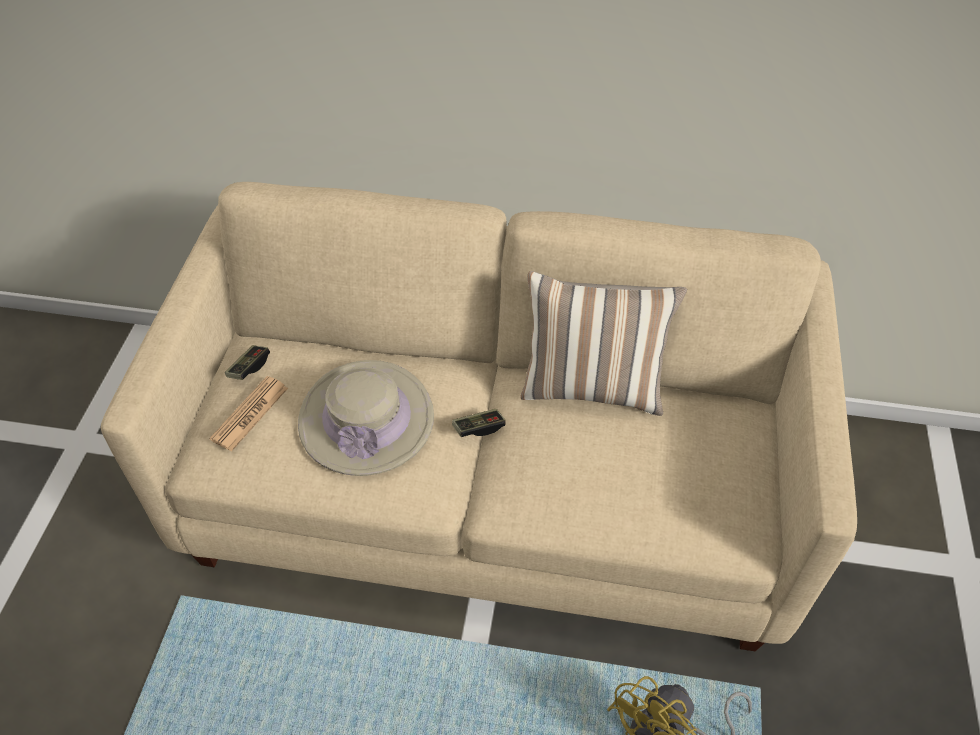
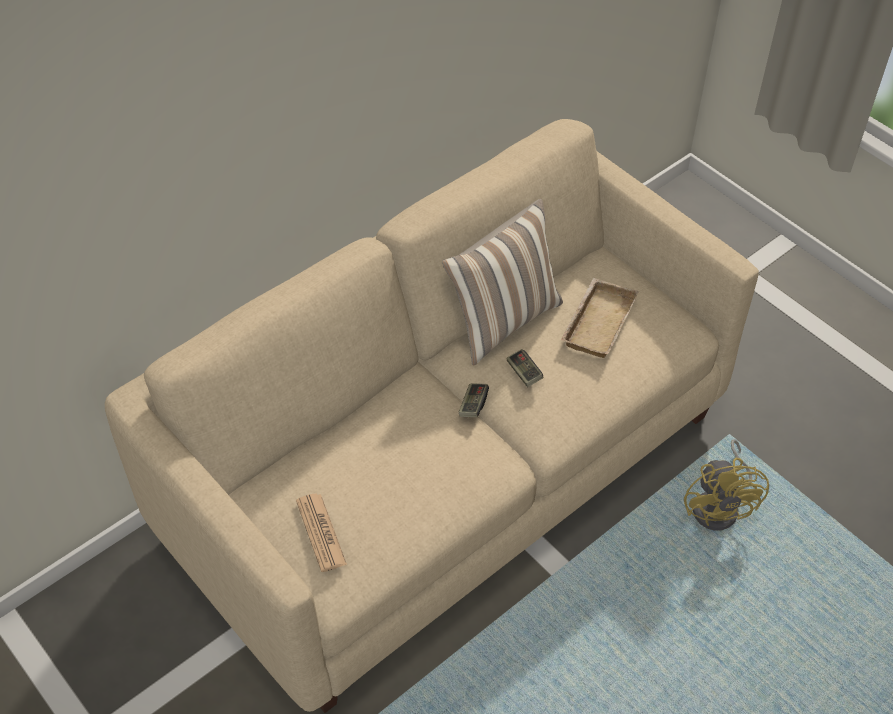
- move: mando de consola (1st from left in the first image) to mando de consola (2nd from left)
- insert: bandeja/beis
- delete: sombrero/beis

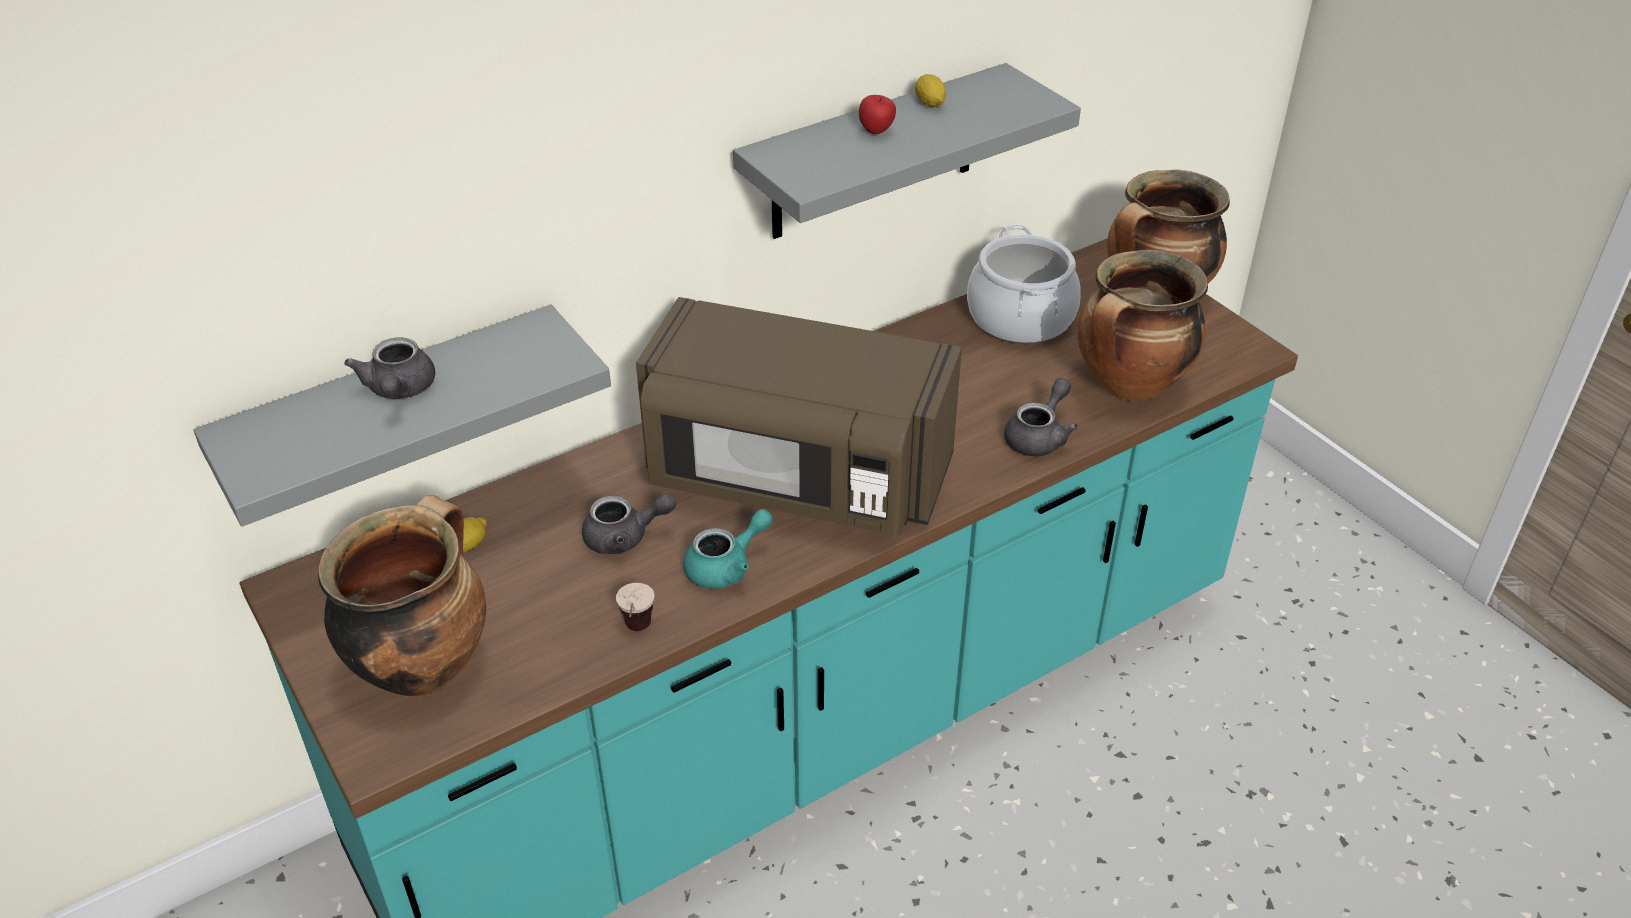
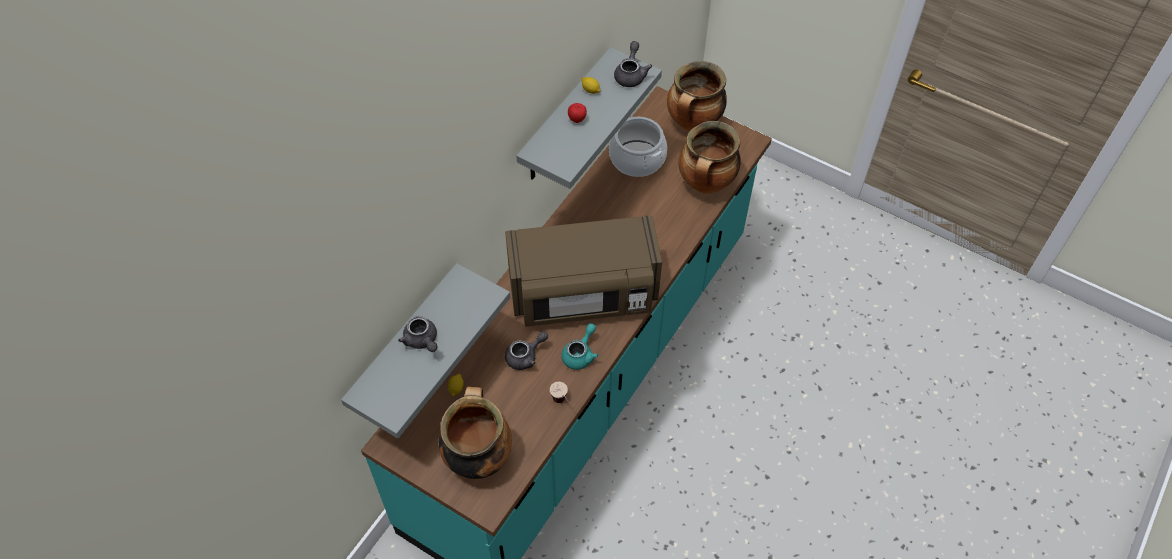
- move: tetera/gris (3rd from left)

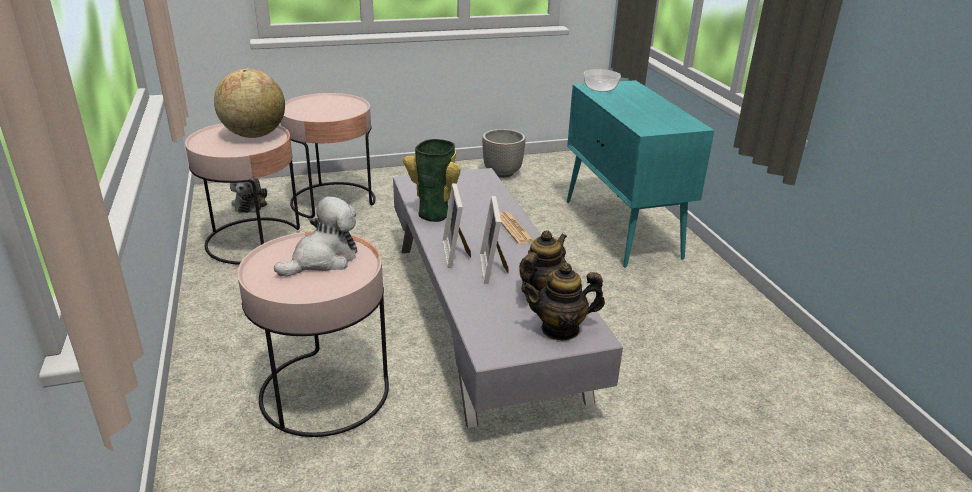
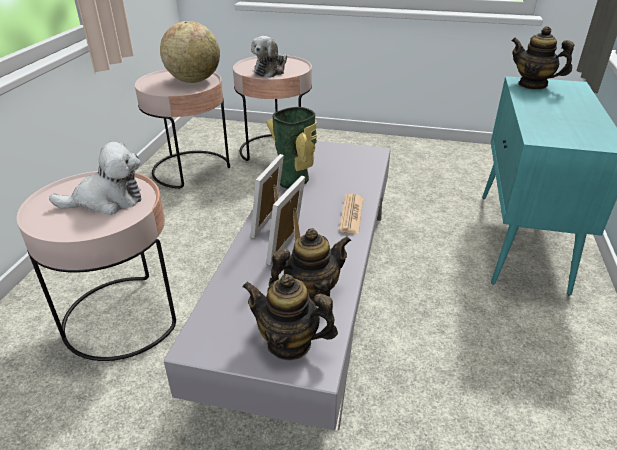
- move: peluche (1st from left in the first image) to peluche (2nd from left)
- replace: cuenco to tetera (3rd from left)
- delete: maceta

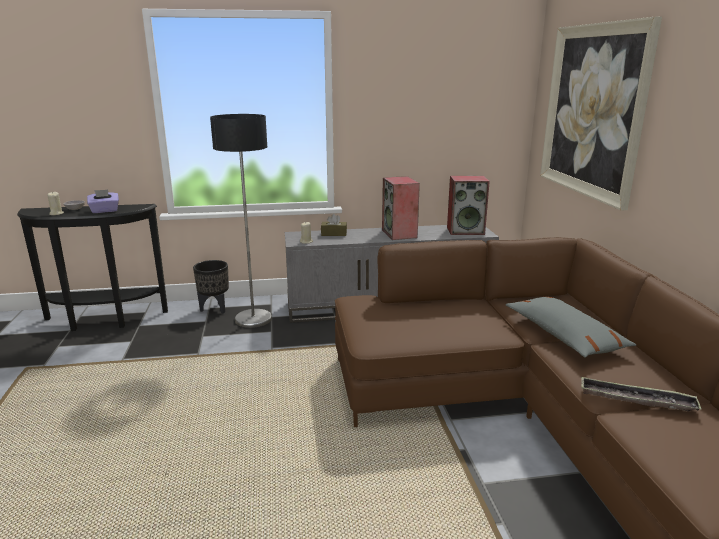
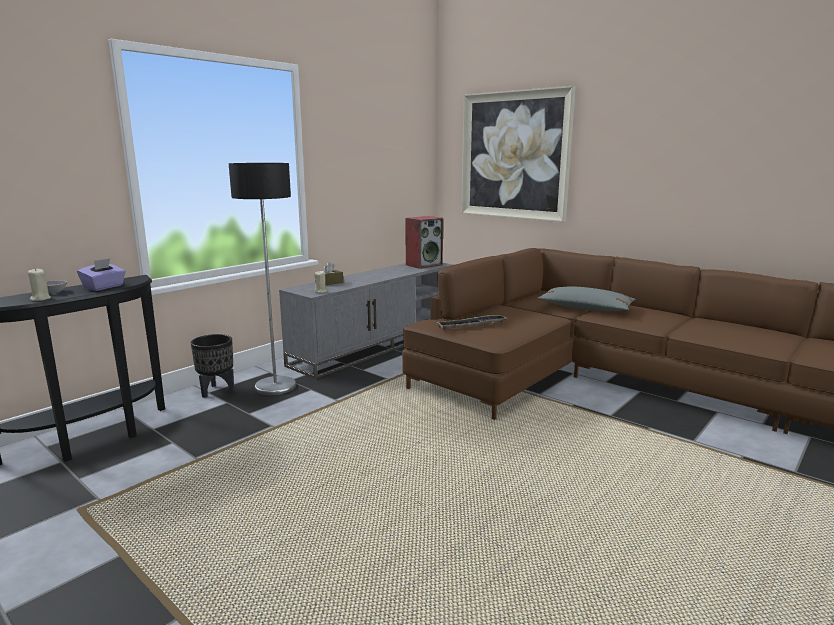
- move: bandeja
- delete: altavoz (1st from left)

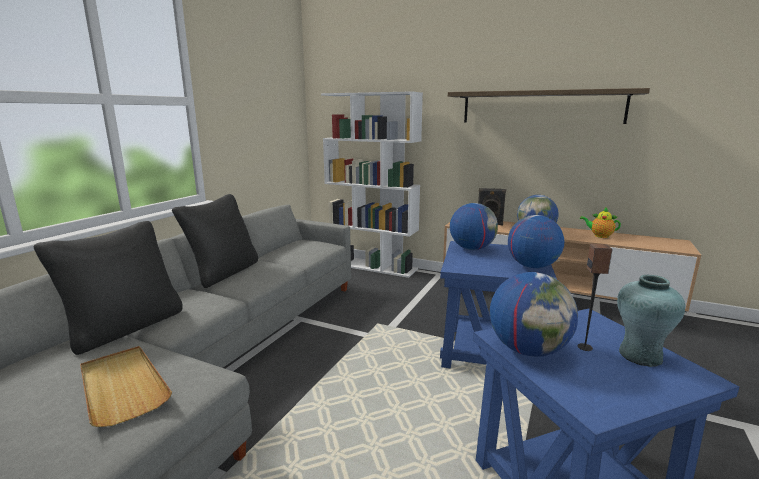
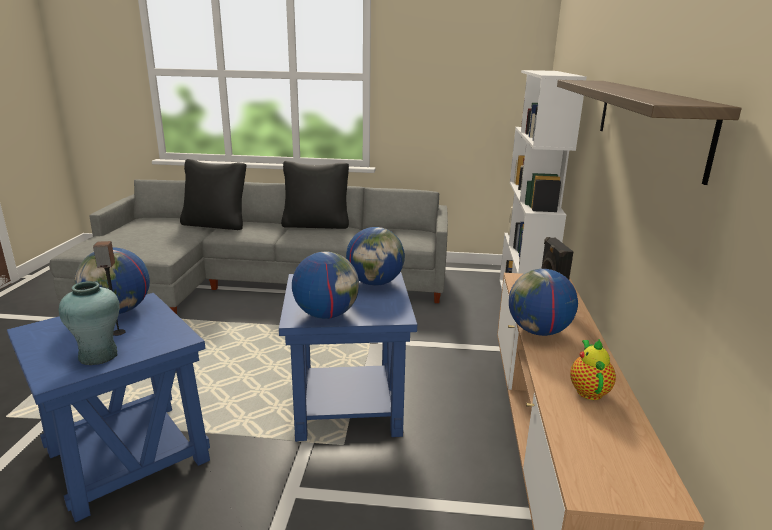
- delete: bandeja/beis

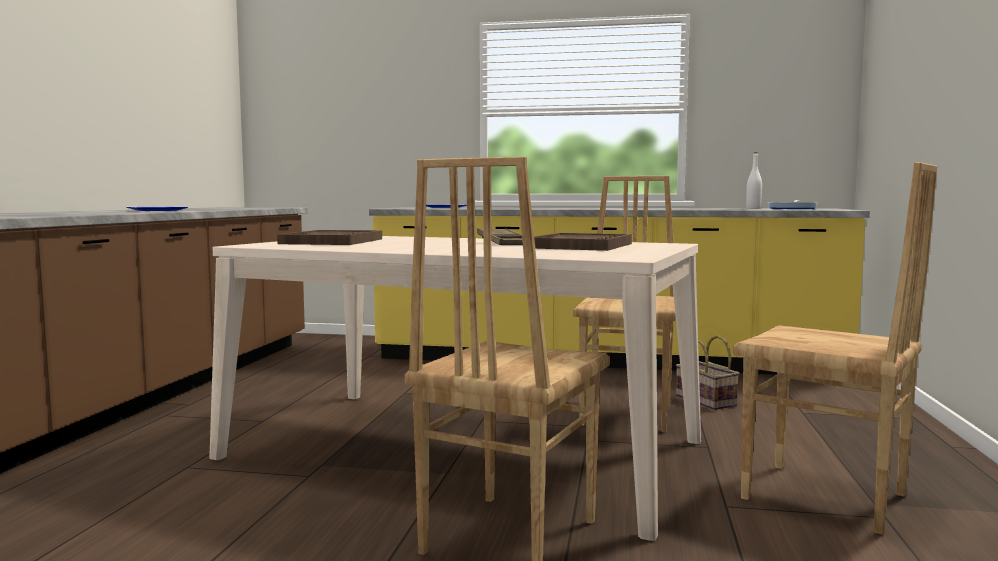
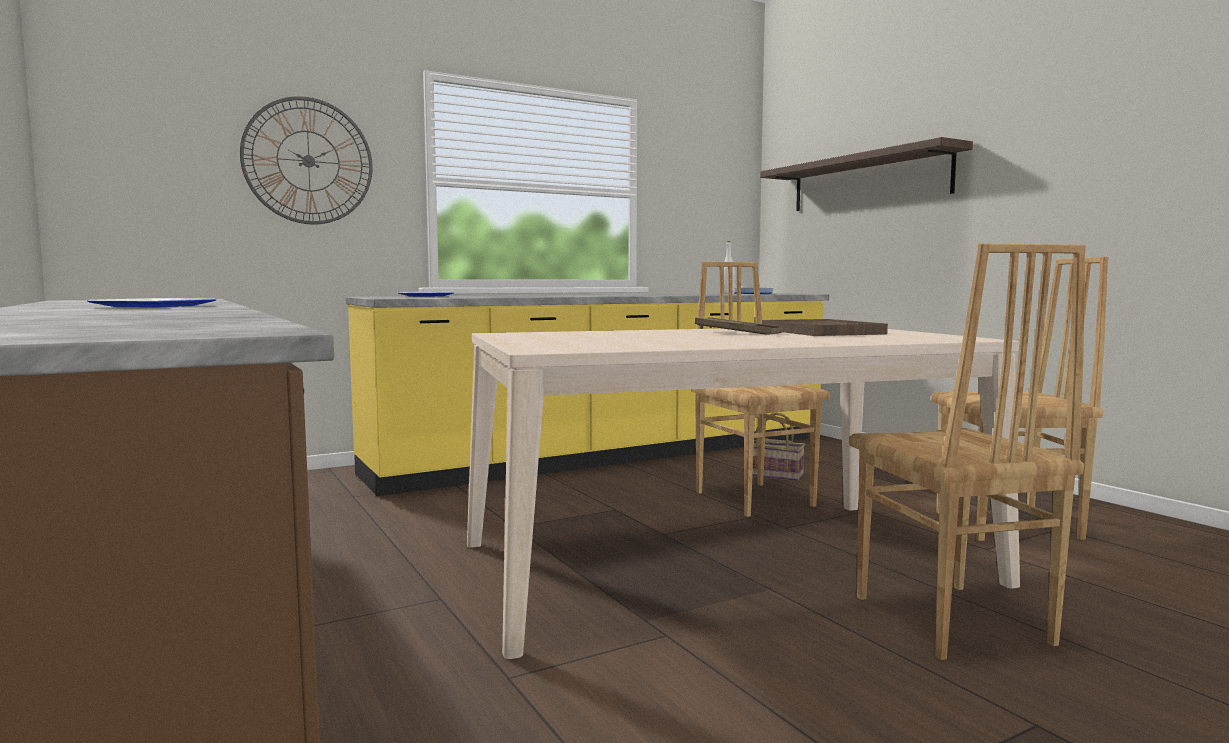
- insert: reloj de pared
- insert: estante
- delete: bandeja/marrón (1st from left)

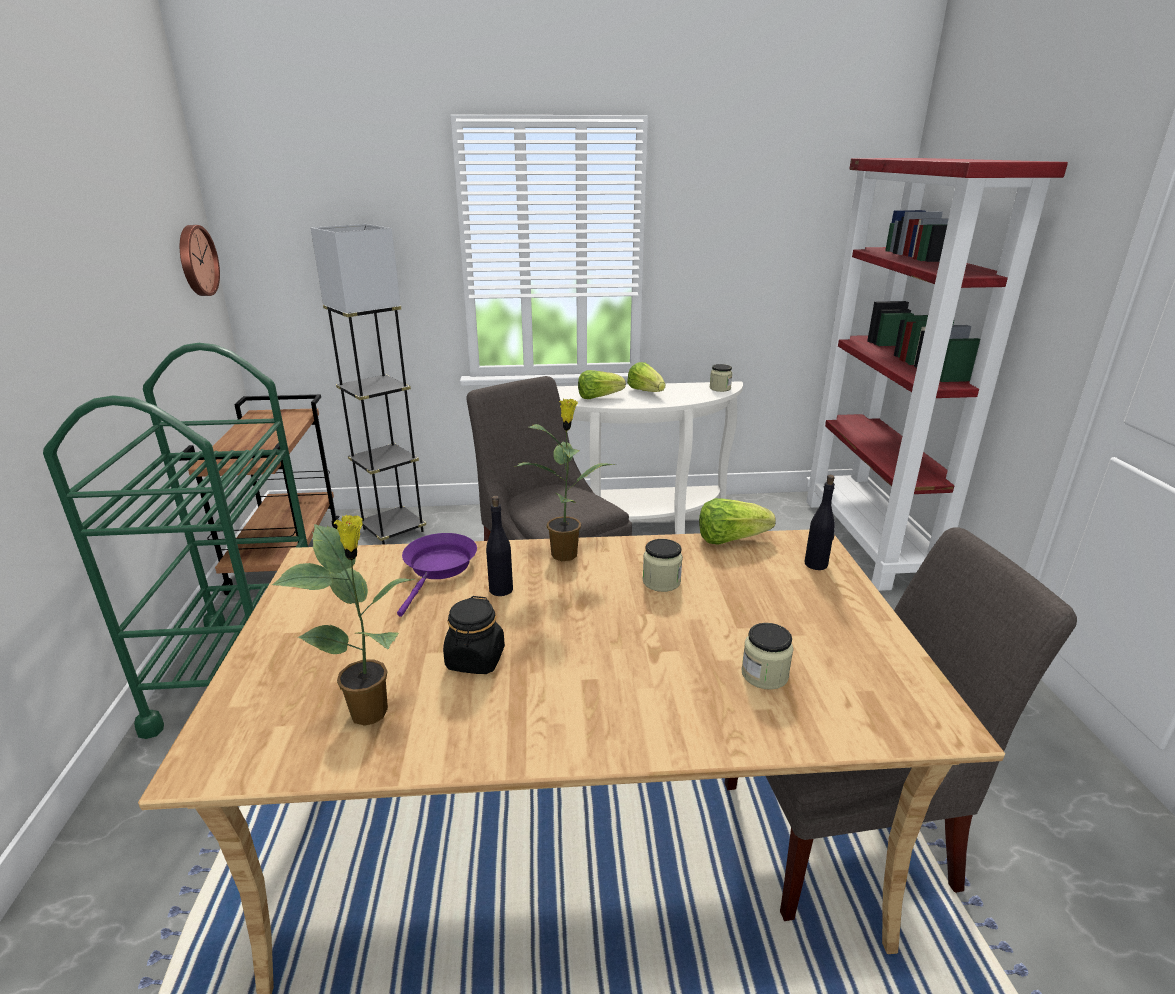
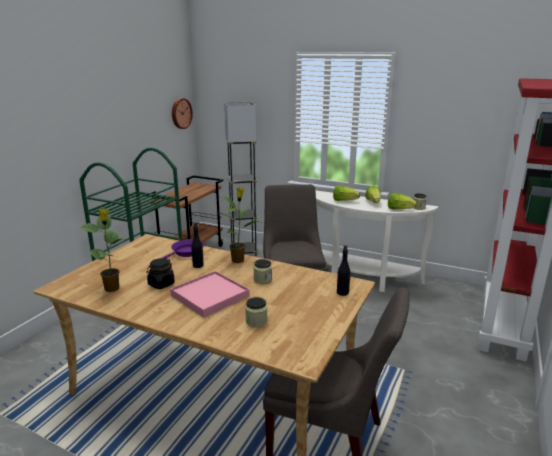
- insert: bandeja/rosa
- move: lechuga (3rd from left)

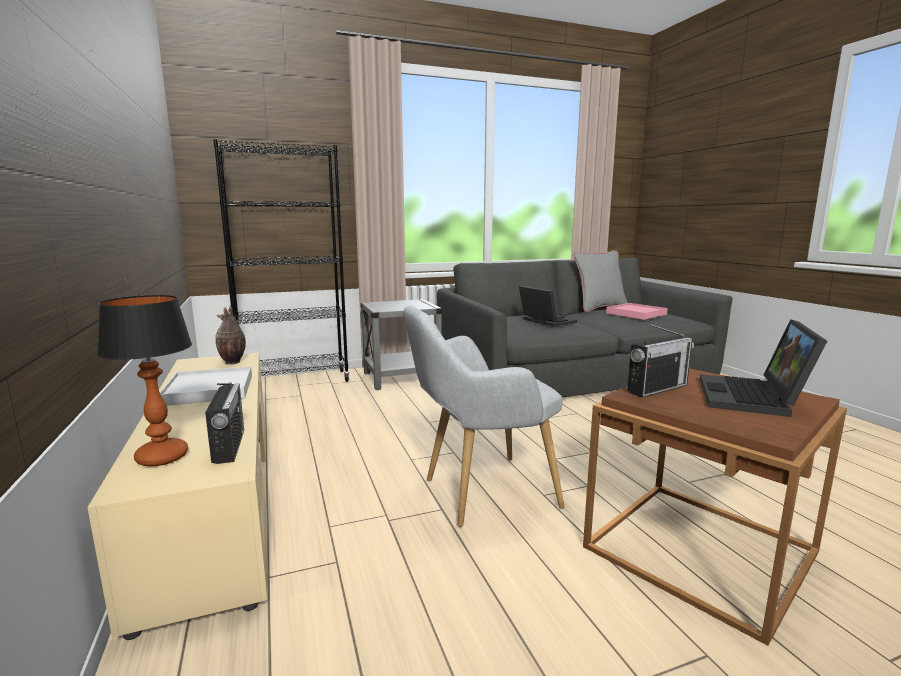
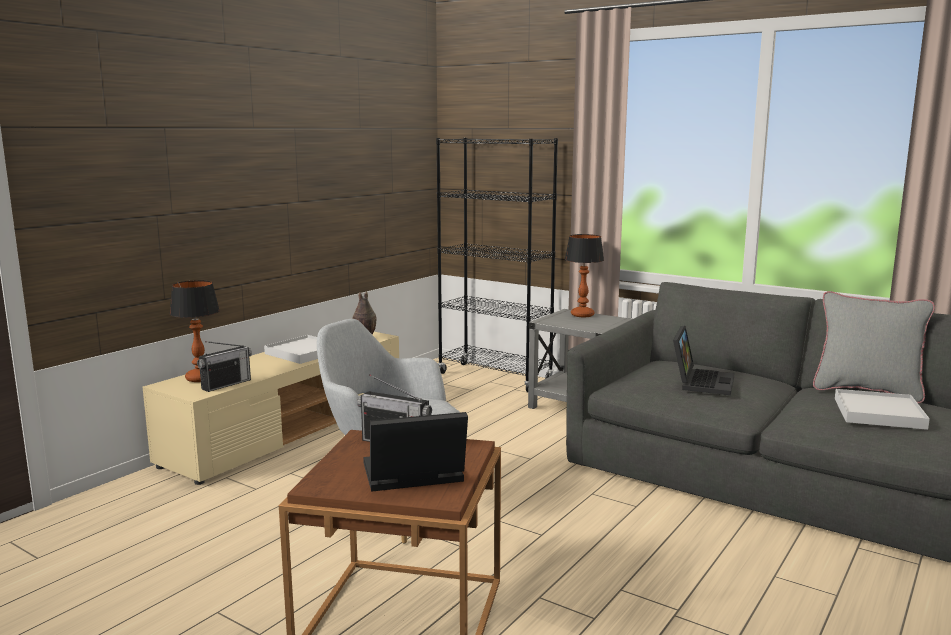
- insert: lámpara de mesa (2nd from left)
- recolor: bandeja/rosa to bandeja/blanco (2nd from left)

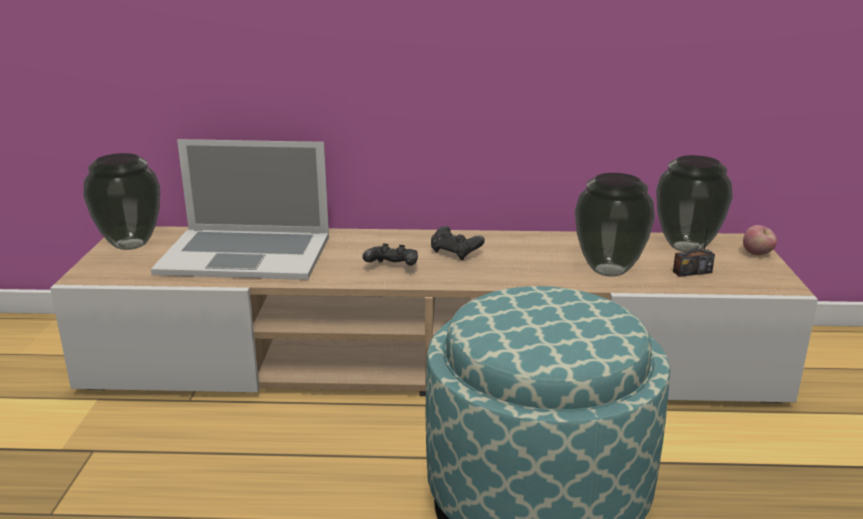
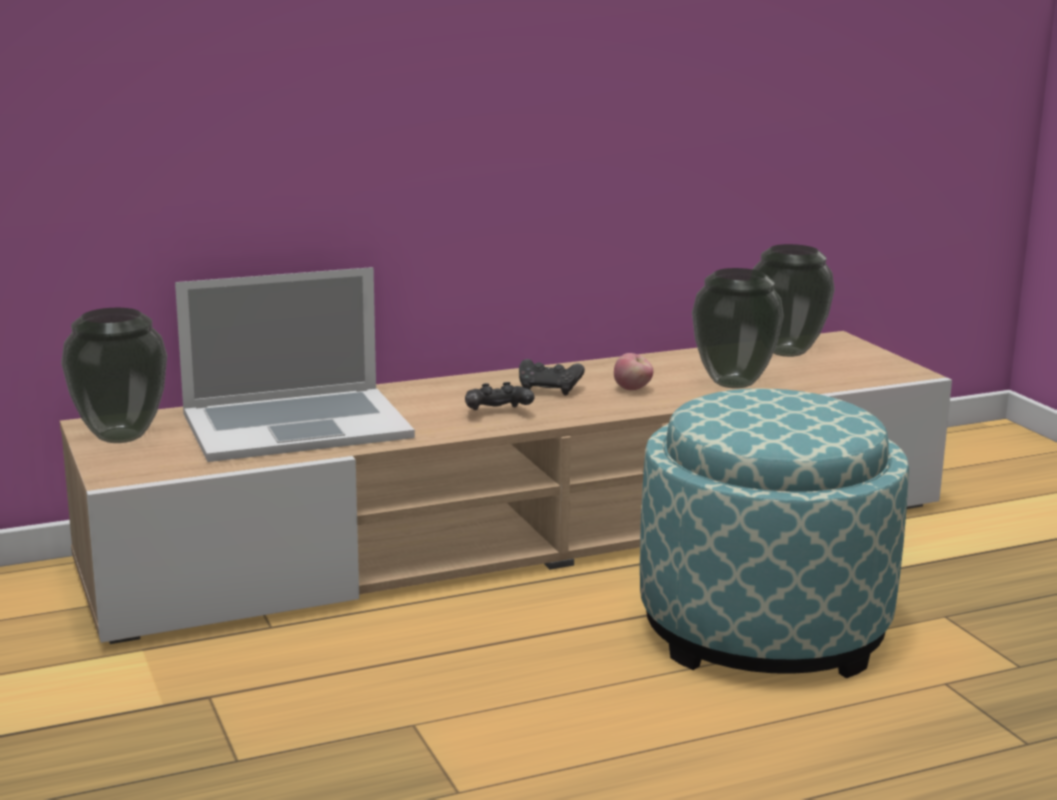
- move: manzana
- delete: radio

